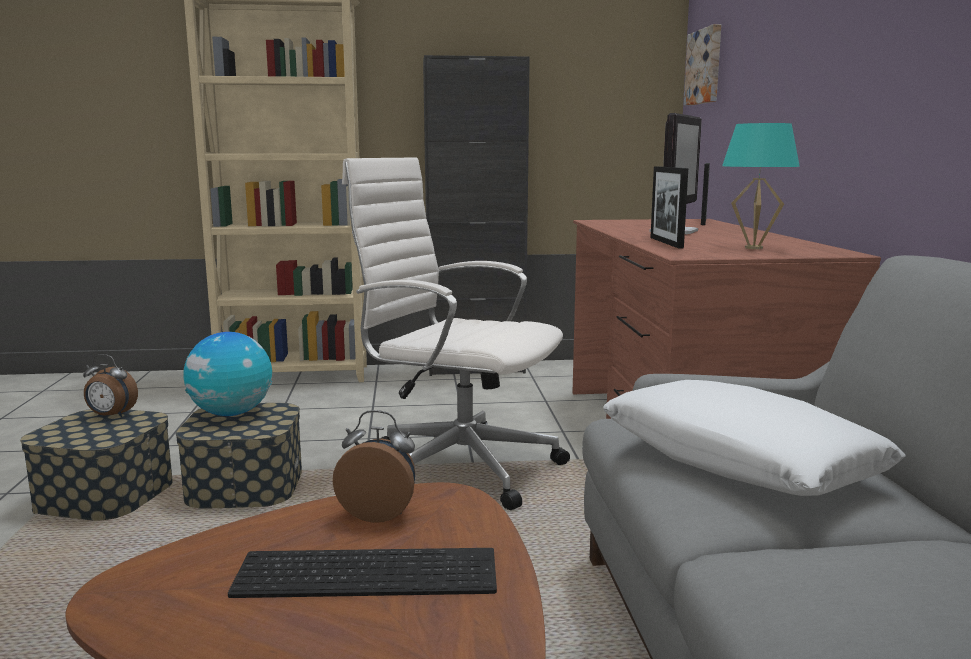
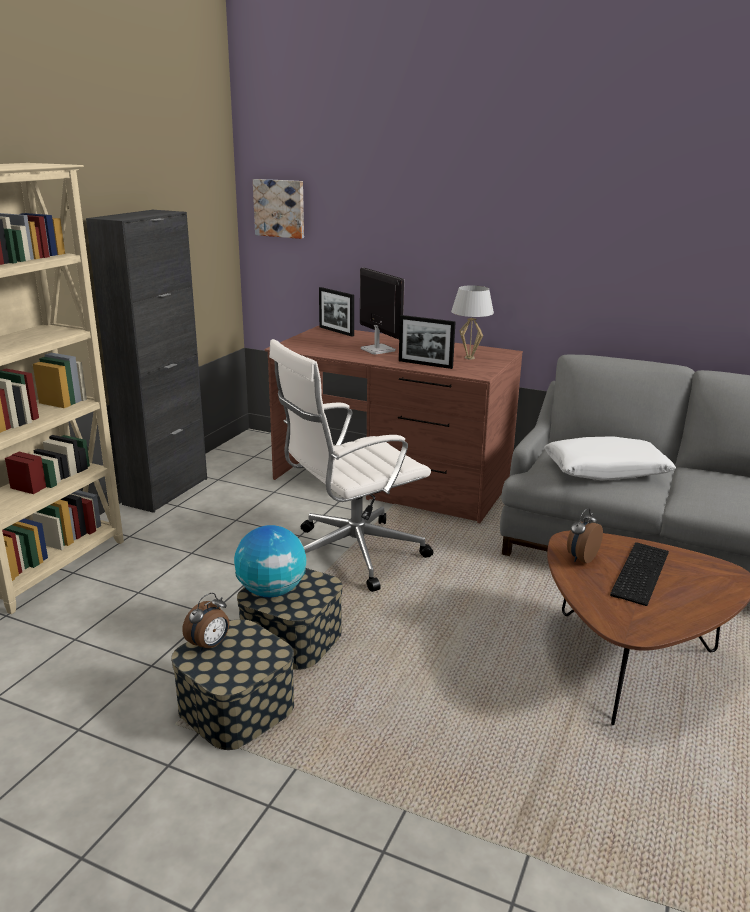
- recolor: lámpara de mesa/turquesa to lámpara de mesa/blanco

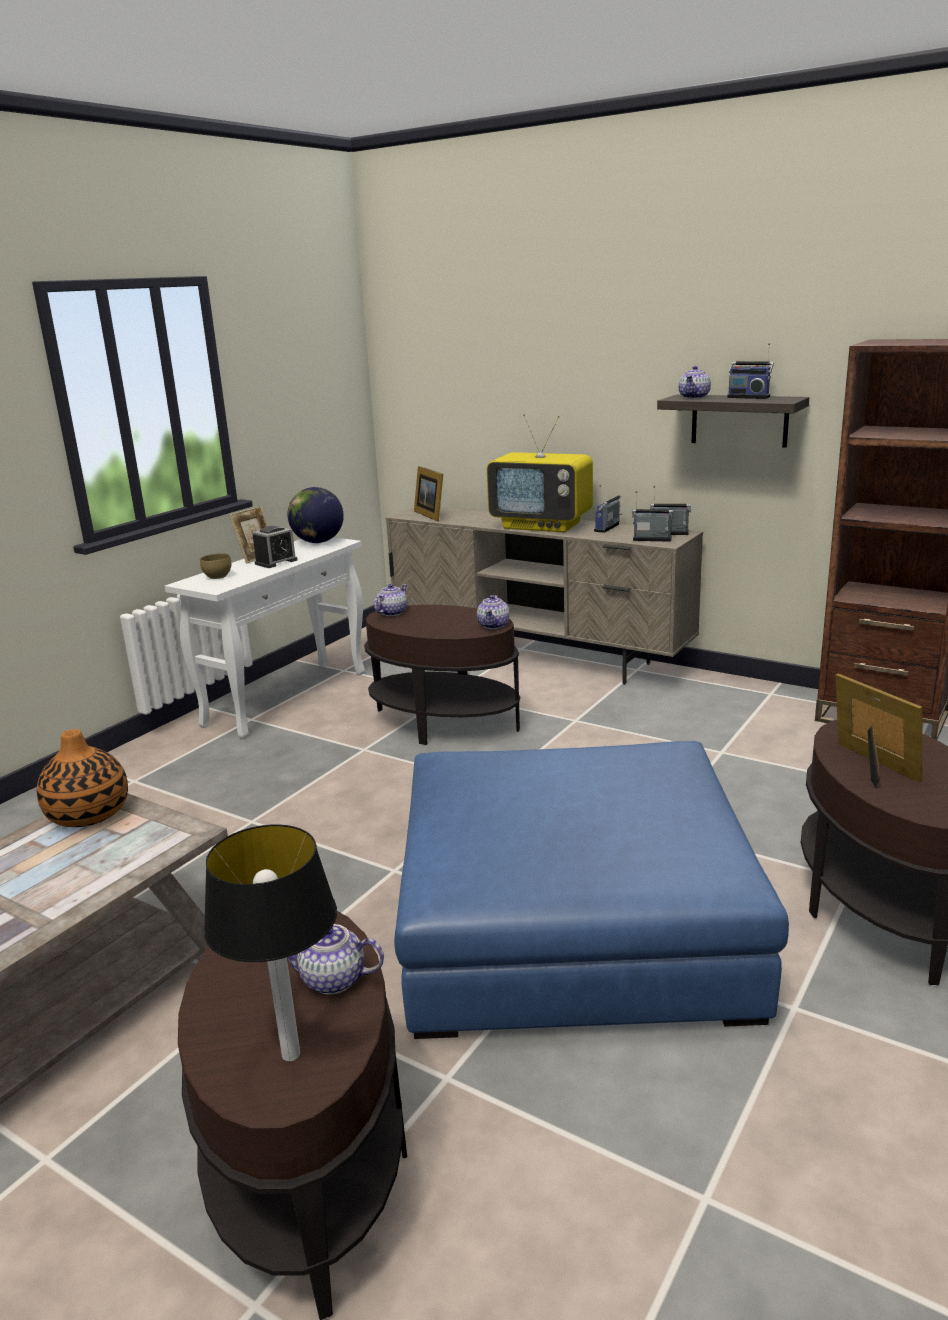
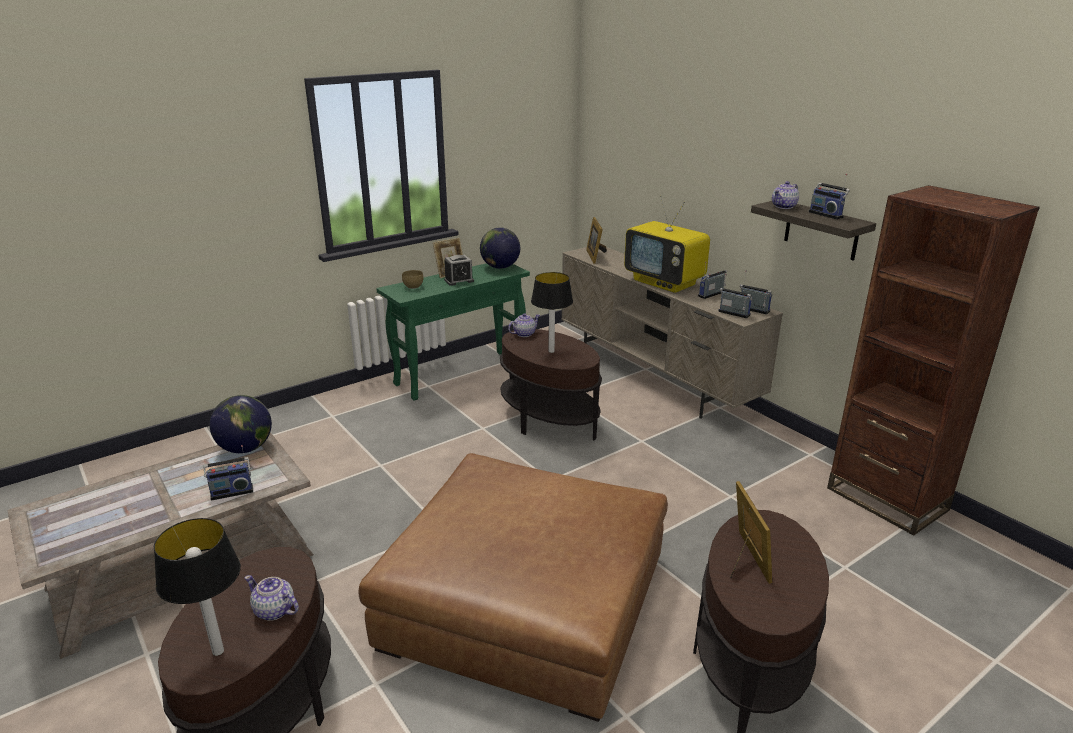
- insert: radio (1st from left)
- replace: florero to globo terráqueo (1st from left)
- recolor: puf/azul to puf/marrón
- recolor: mesa consola/blanco to mesa consola/verde
- insert: lámpara de mesa (2nd from left)
- delete: tetera (3rd from left)

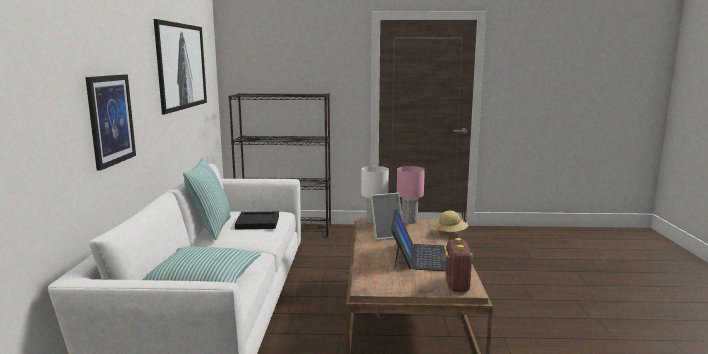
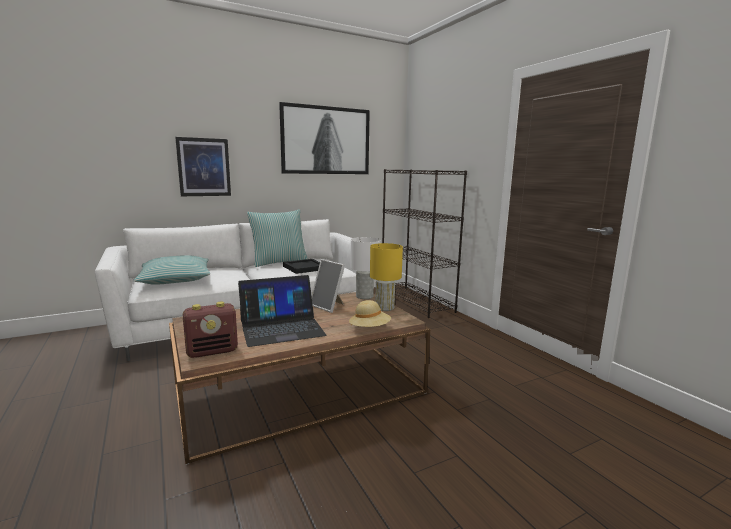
- recolor: lámpara de mesa/rosa to lámpara de mesa/amarillo

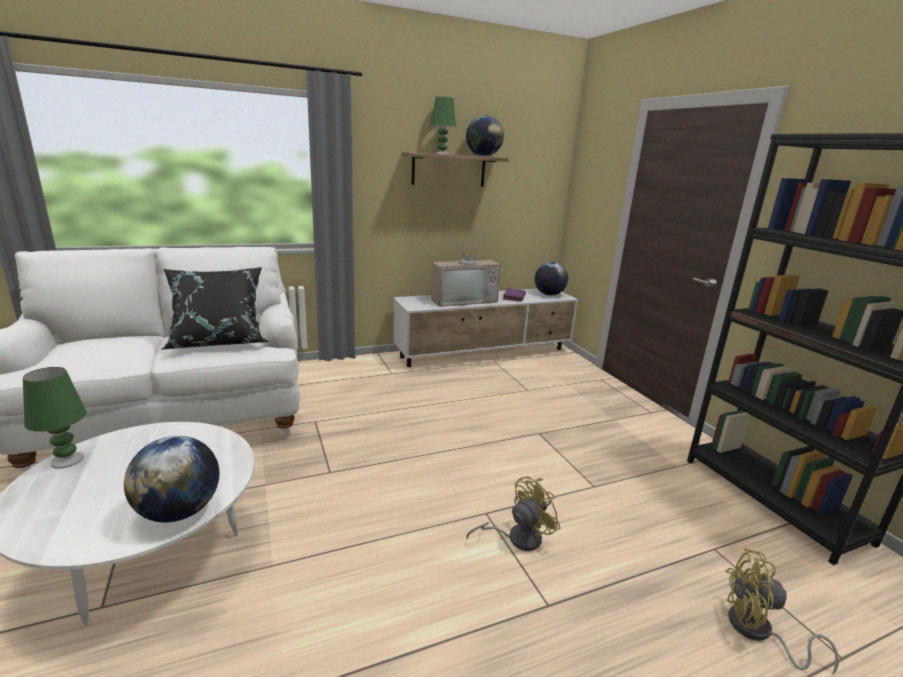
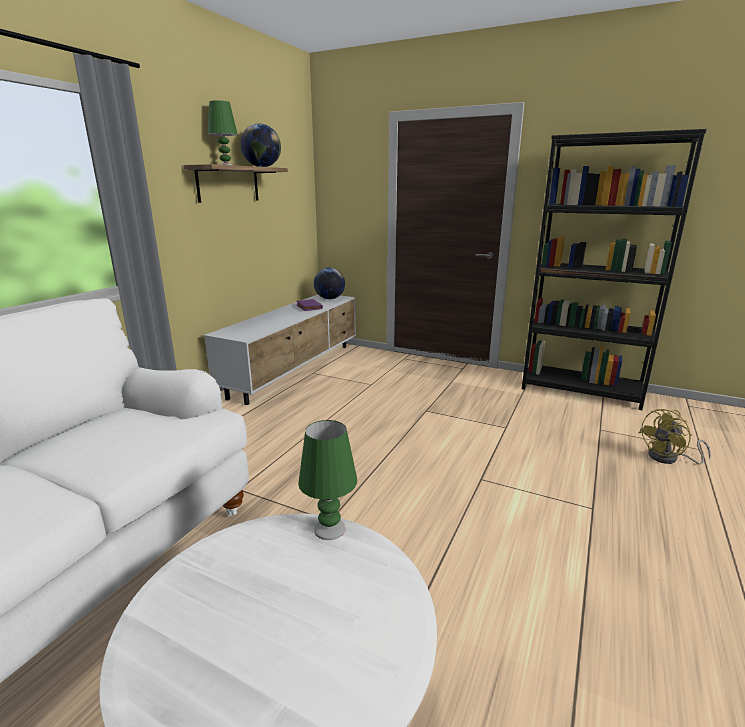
- move: lámpara de mesa/verde (1st from left in the first image) to lámpara de mesa/verde (2nd from left)
- delete: globo terráqueo (1st from left)
- delete: cojín/negro
- delete: televisor
- delete: ventilador/amarillo (1st from left)

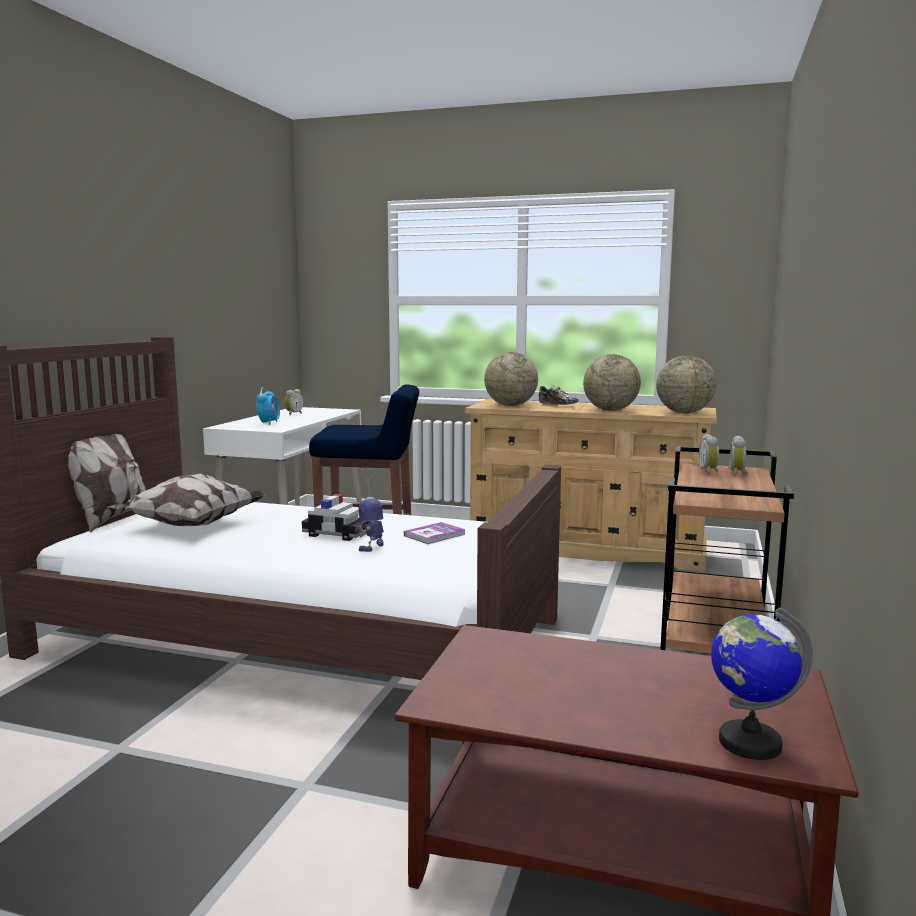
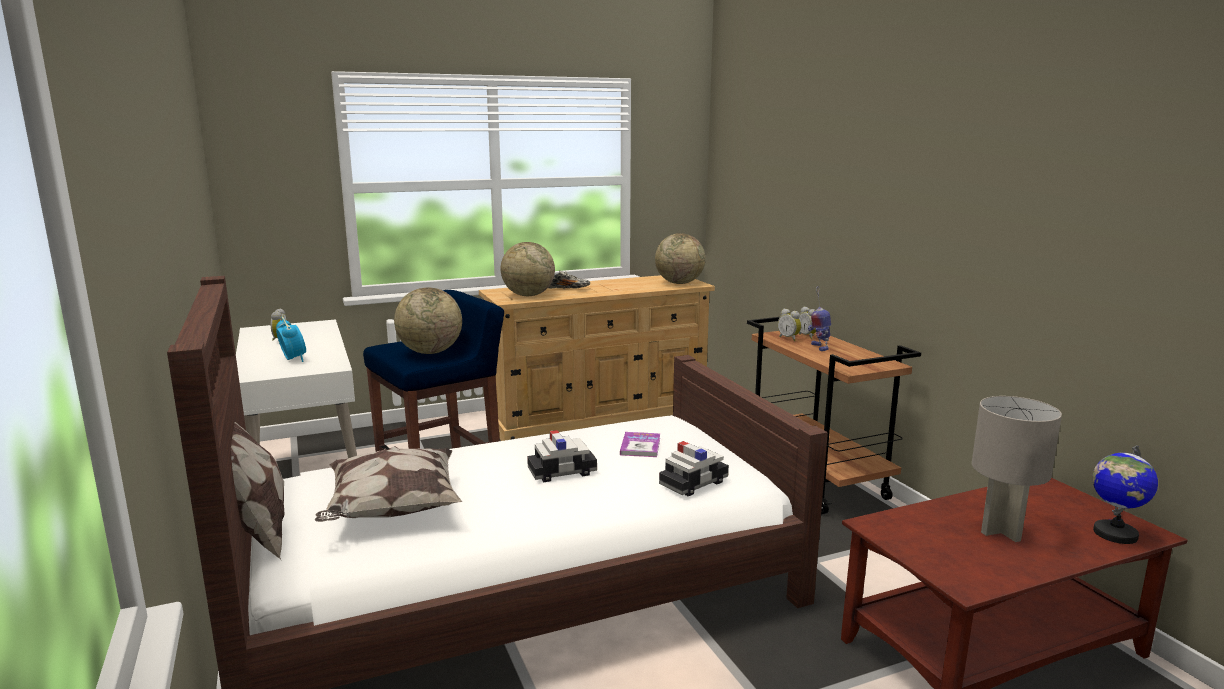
- move: globo terráqueo (2nd from left in the first image) to globo terráqueo (1st from left)
- insert: coche de juguete (2nd from left)
- move: robot de juguete
- insert: lámpara de mesa/gris

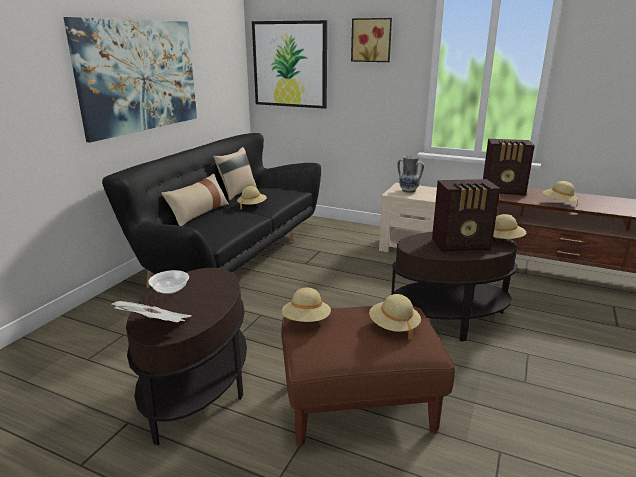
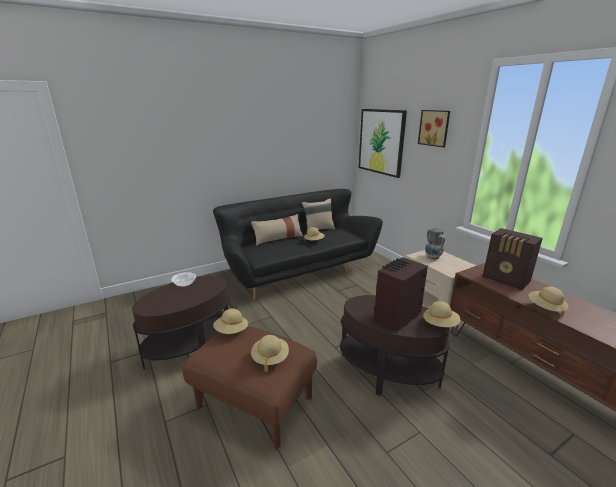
- rotate: radio (1st from left) 105 degrees clockwise
- delete: cuadro (1st from left)
- delete: periódico

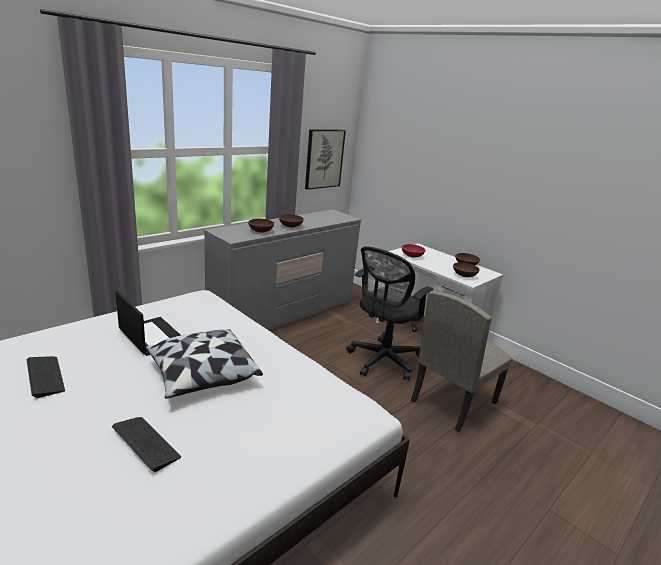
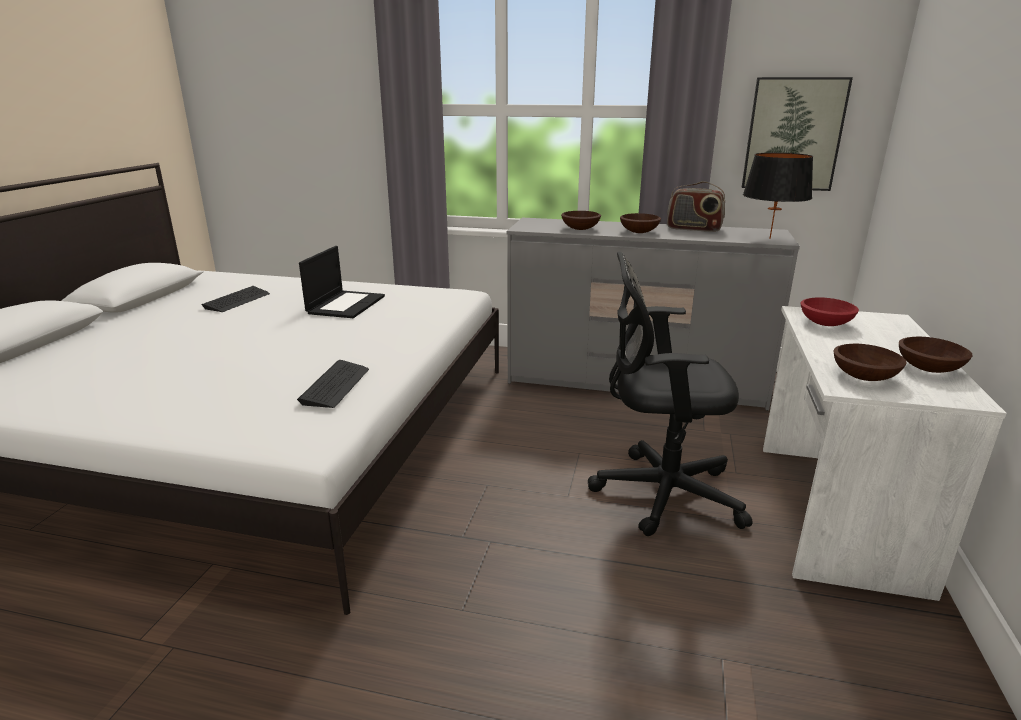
- move: teclado (2nd from left)
- insert: radio
- insert: lámpara de mesa/negro
- delete: cojín
- delete: silla/beis

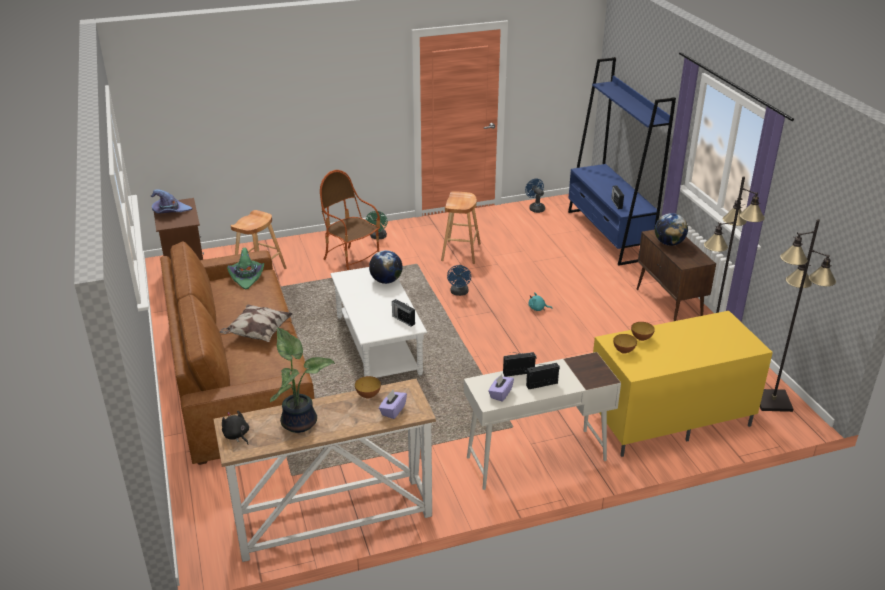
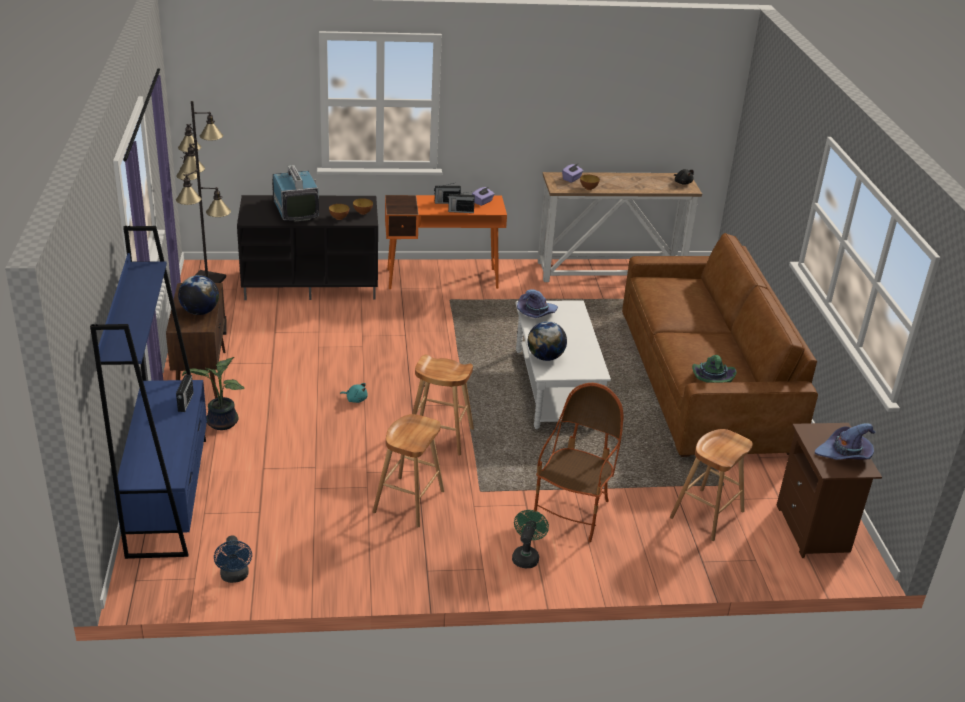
- move: planta en maceta
- recolor: mueble de televisión/amarillo to mueble de televisión/negro
- insert: televisor
- recolor: escritorio/blanco to escritorio/naranja
- replace: ventilador/azul (1st from left) to taburete/marrón (2nd from left)
- replace: radio (1st from left) to sombrero/morado (1st from left)
- rotate: sillón 120 degrees counterclockwise
- delete: cojín

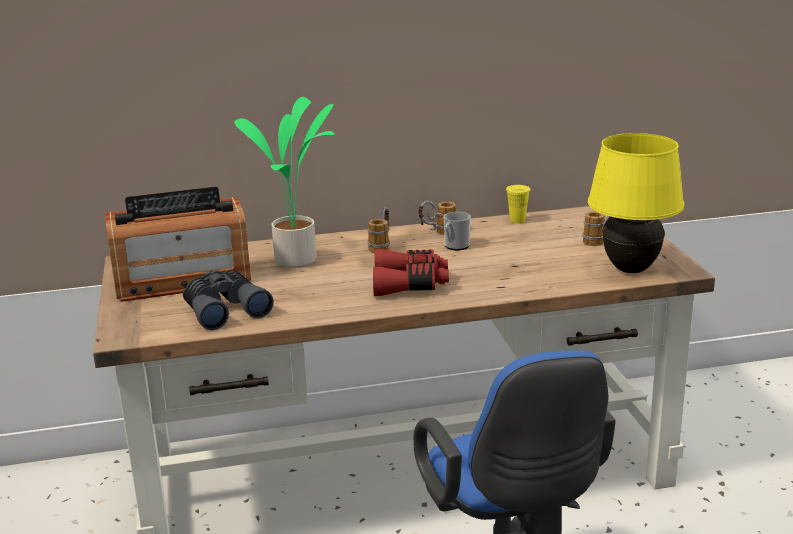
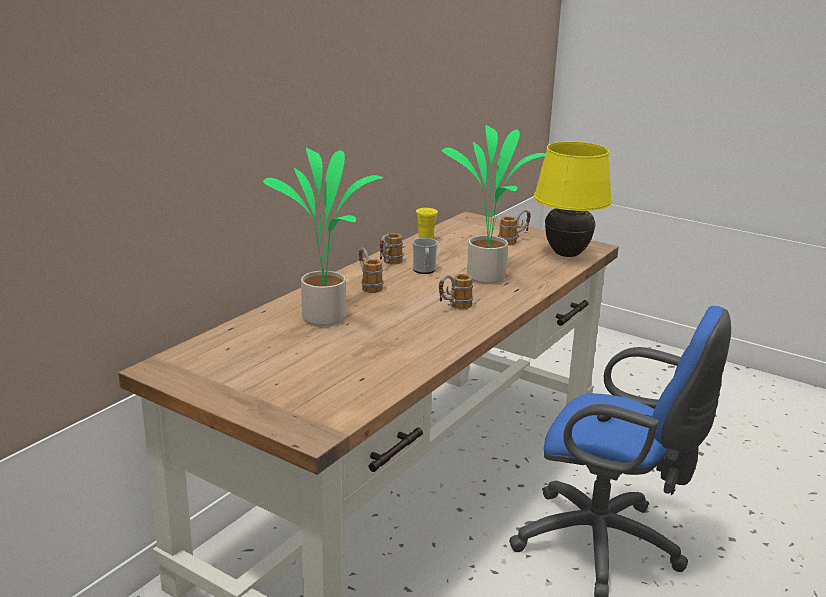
- replace: prismáticos/rojo to taza grande (4th from left)
- insert: planta en maceta (2nd from left)
- delete: radio
- delete: prismáticos/gris

